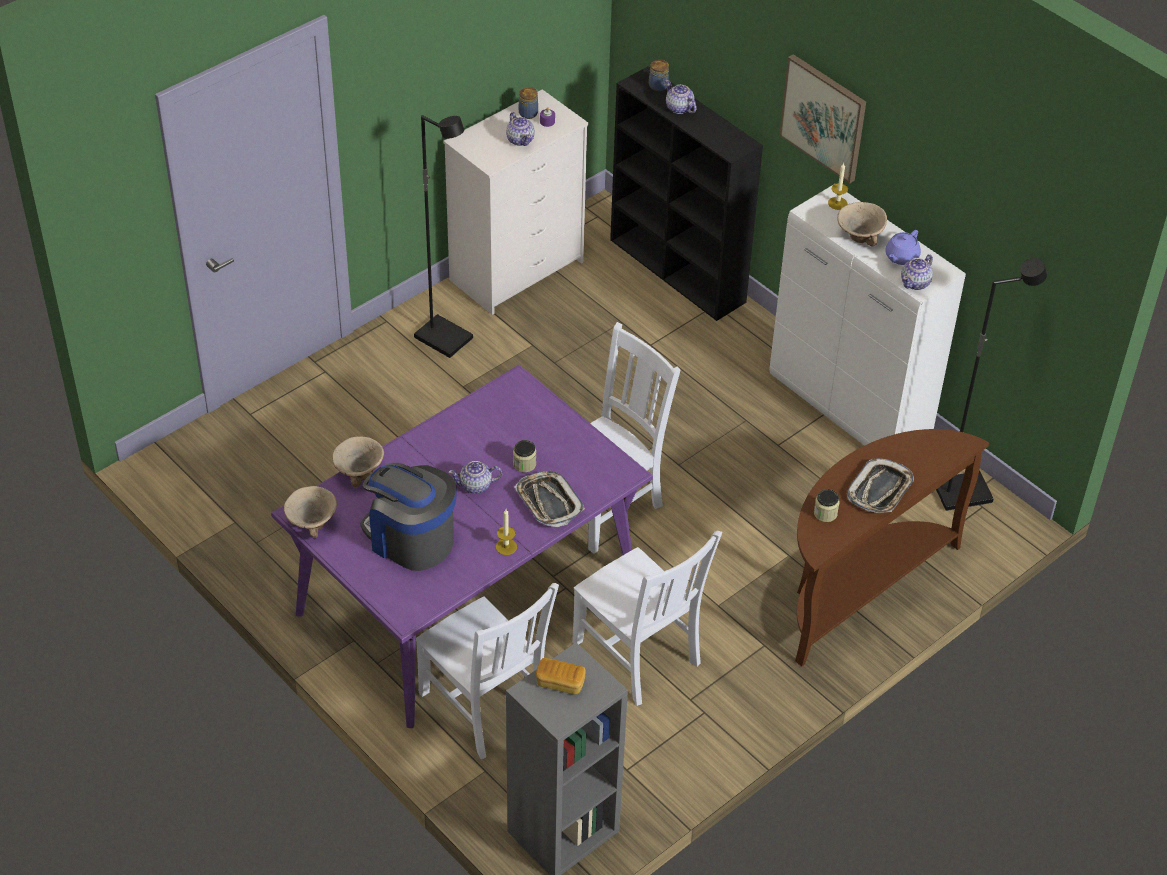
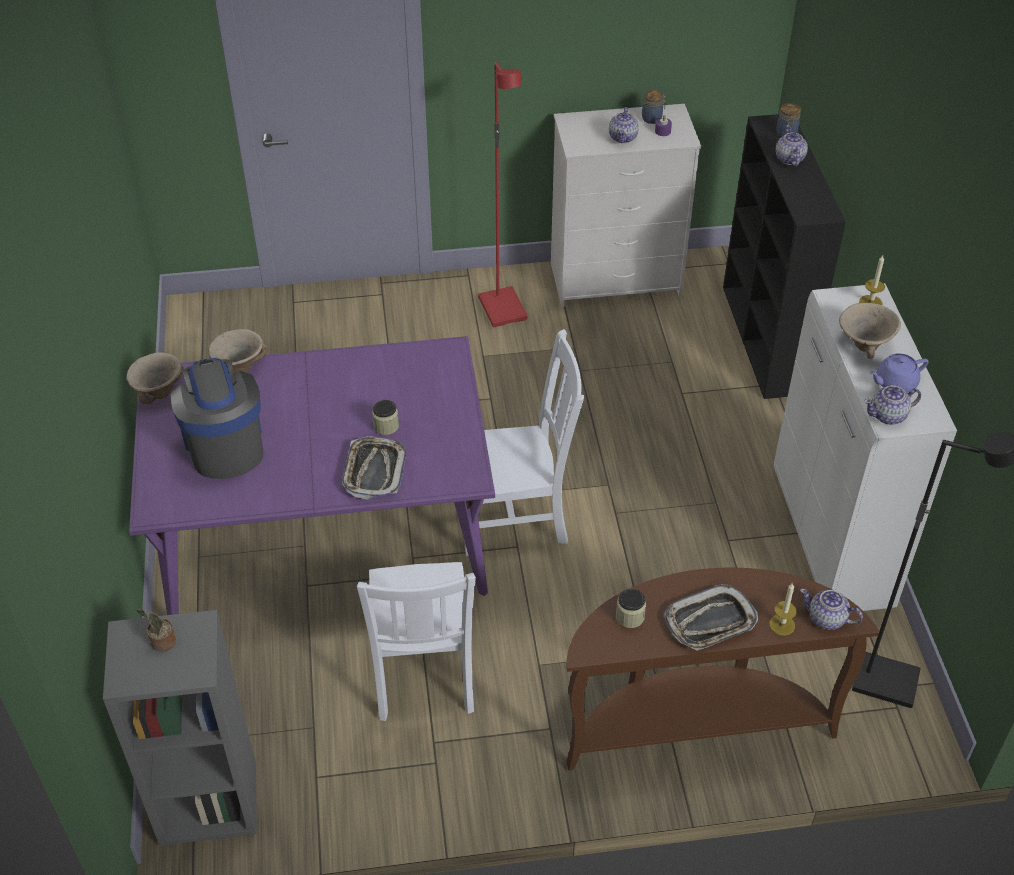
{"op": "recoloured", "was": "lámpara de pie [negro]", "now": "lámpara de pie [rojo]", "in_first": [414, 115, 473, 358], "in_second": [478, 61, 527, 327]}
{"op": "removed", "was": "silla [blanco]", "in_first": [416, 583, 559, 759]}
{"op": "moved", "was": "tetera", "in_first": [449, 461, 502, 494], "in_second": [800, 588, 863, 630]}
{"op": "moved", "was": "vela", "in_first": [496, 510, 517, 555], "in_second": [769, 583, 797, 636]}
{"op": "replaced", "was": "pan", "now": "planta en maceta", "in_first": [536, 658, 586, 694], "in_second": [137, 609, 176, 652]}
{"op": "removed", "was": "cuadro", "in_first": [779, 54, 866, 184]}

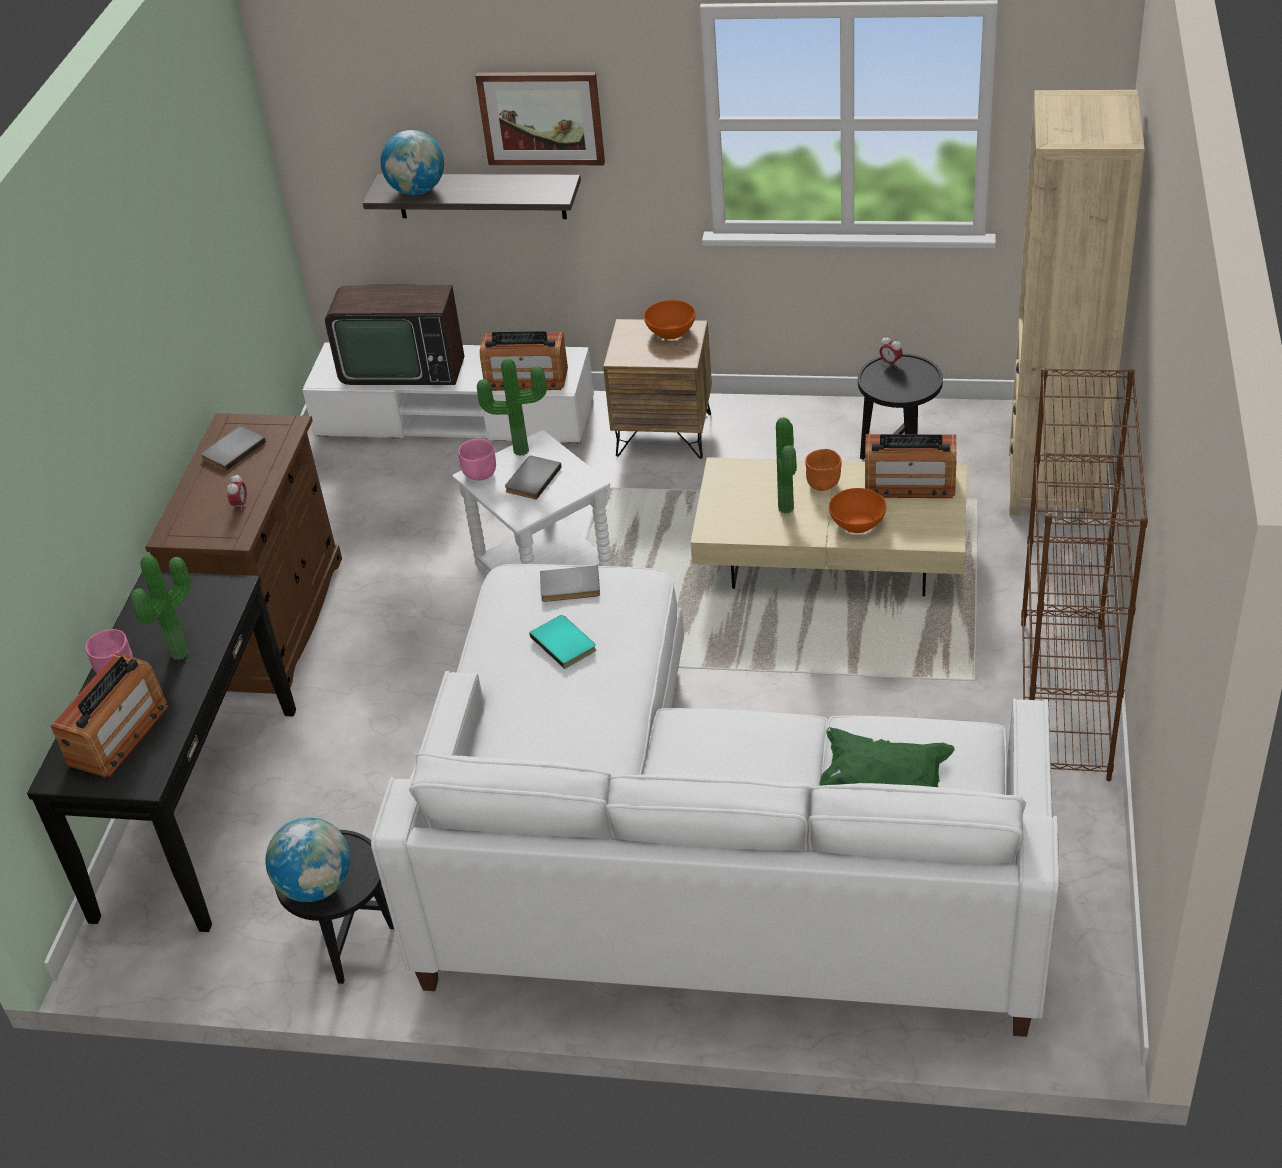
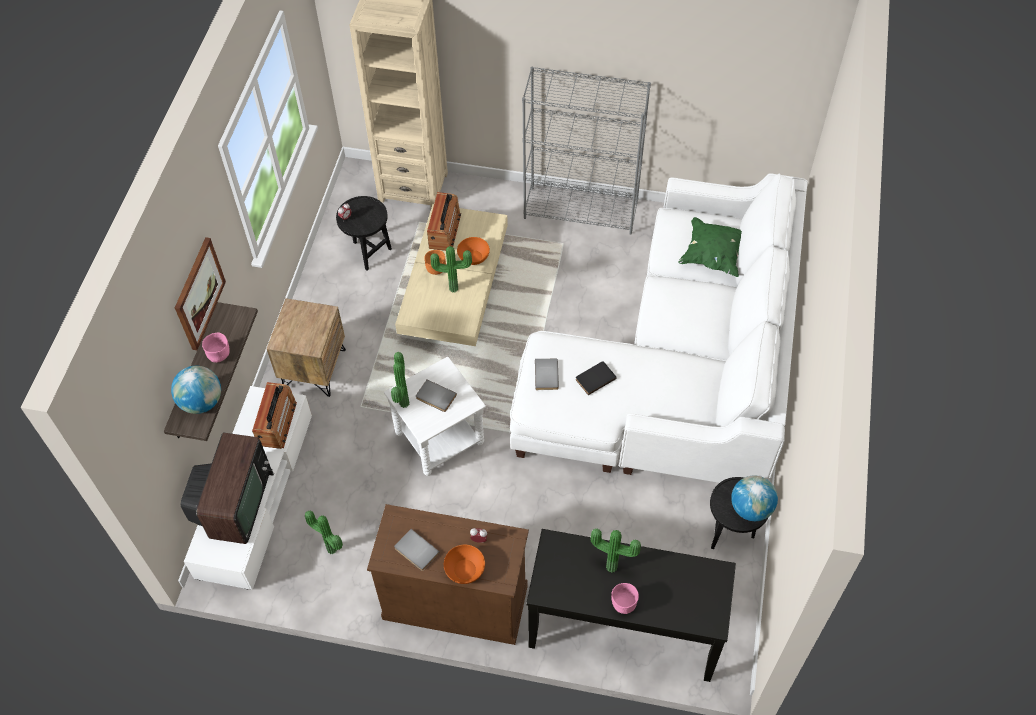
{"op": "removed", "was": "radio", "in_first": [51, 653, 169, 777]}
{"op": "moved", "was": "cuenco [rosa]", "in_first": [458, 439, 496, 481], "in_second": [202, 333, 230, 363]}
{"op": "recoloured", "was": "libro [turquesa]", "now": "libro [negro]", "in_first": [529, 615, 596, 669], "in_second": [576, 361, 617, 395]}
{"op": "moved", "was": "cuenco [naranja]", "in_first": [644, 300, 696, 339], "in_second": [444, 545, 485, 584]}
{"op": "recoloured", "was": "estantería [marrón]", "now": "estantería [gris]", "in_first": [1021, 368, 1148, 781], "in_second": [522, 67, 651, 235]}
{"op": "added", "now": "planta en maceta", "in_second": [305, 510, 343, 554]}

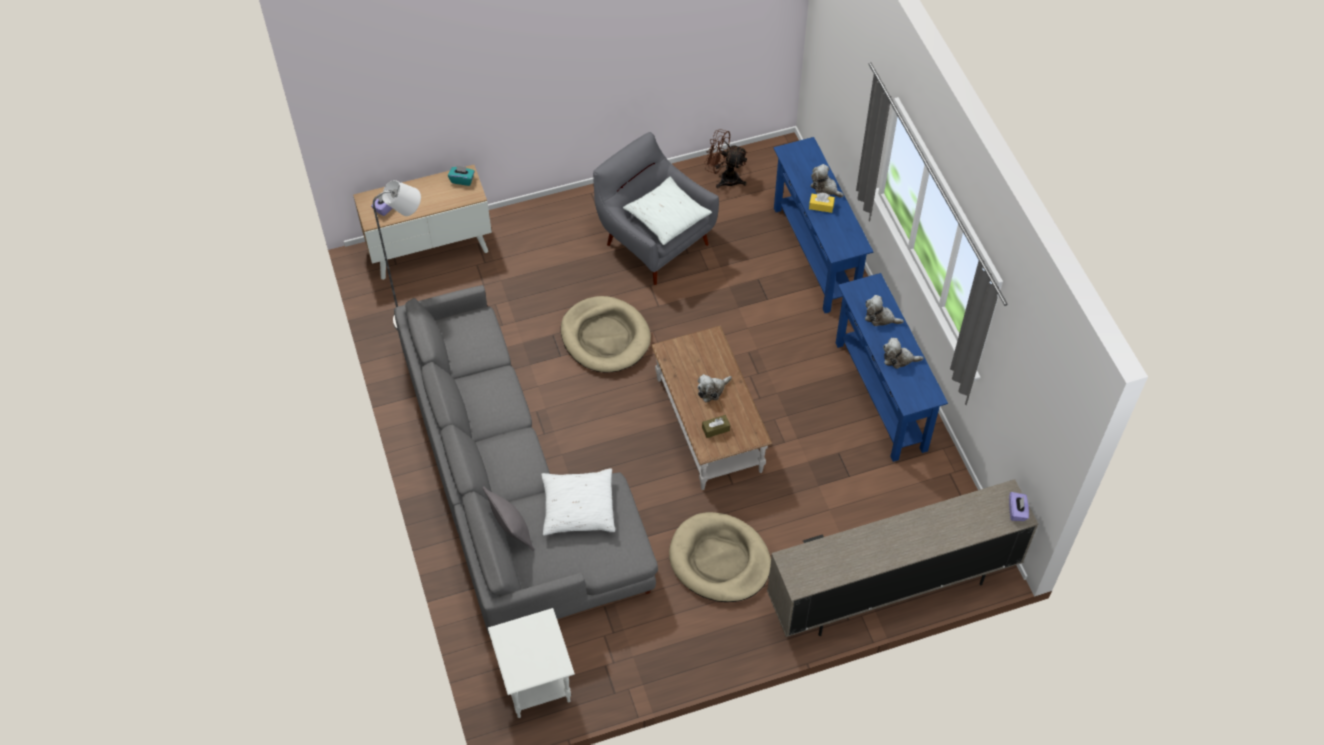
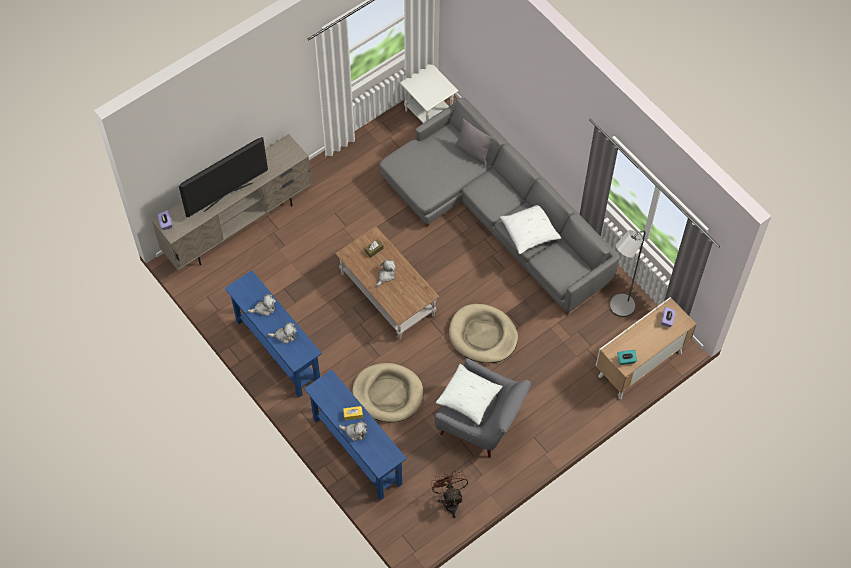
{"op": "moved", "was": "cojín [blanco]", "in_first": [541, 468, 615, 536], "in_second": [500, 205, 561, 254]}
{"op": "moved", "was": "cama para perro [beis]", "in_first": [669, 512, 771, 602], "in_second": [352, 363, 423, 422]}
{"op": "turned", "was": "ventilador [marrón]", "in_first": [704, 129, 748, 188], "in_second": [431, 471, 468, 518], "clockwise": -105}
{"op": "added", "now": "televisor", "in_second": [179, 137, 268, 218]}

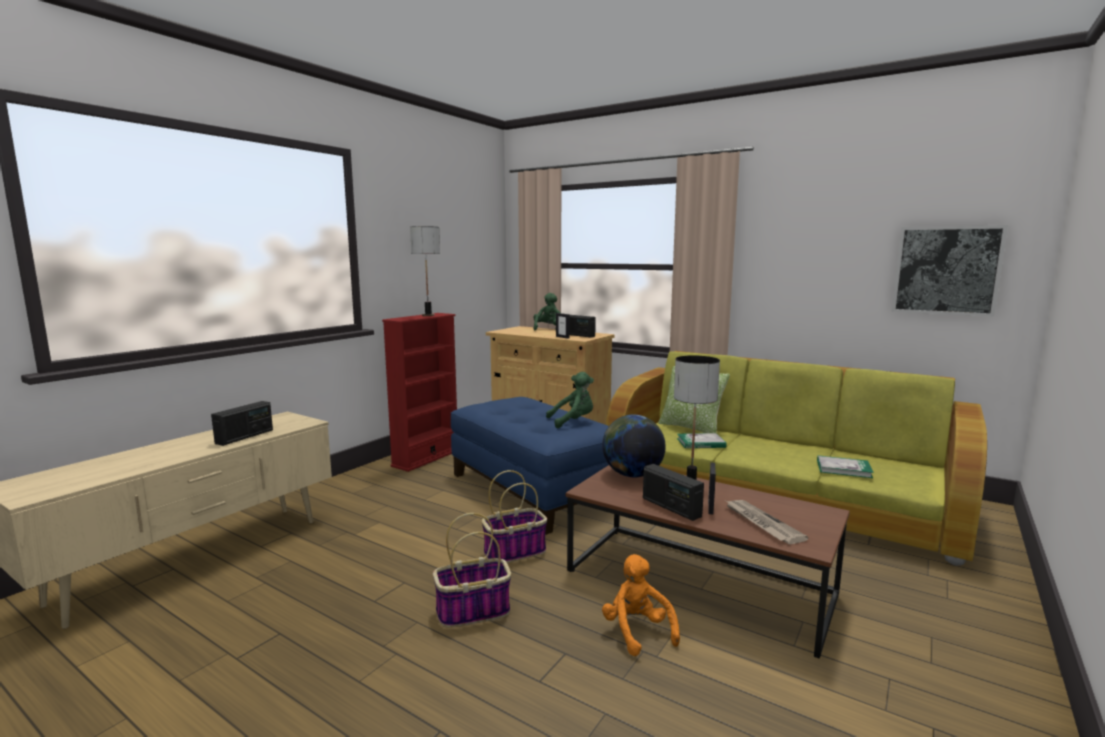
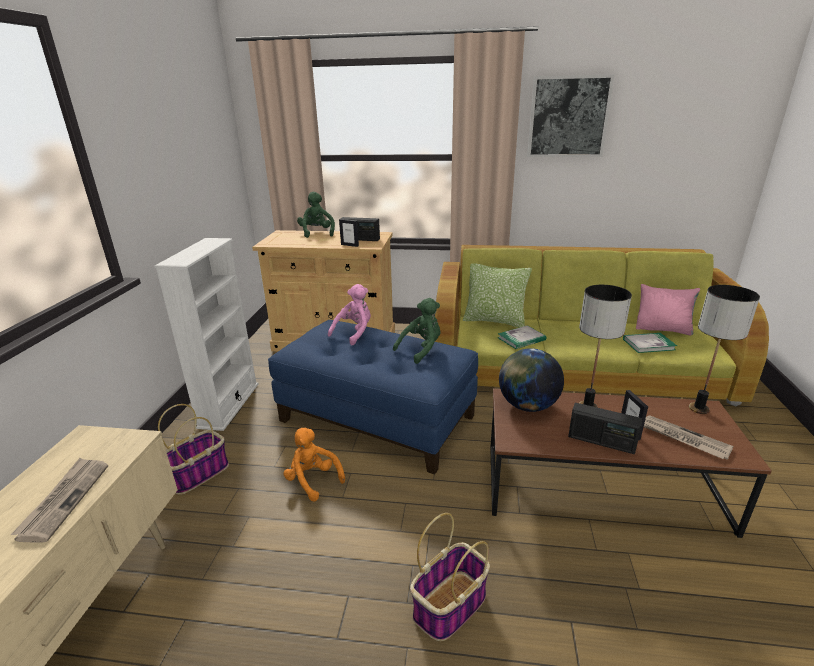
{"op": "replaced", "was": "radio", "now": "periódico", "in_first": [211, 401, 273, 446], "in_second": [10, 458, 108, 542]}
{"op": "recoloured", "was": "estantería [rojo]", "now": "estantería [blanco]", "in_first": [382, 313, 457, 472], "in_second": [154, 238, 259, 431]}
{"op": "moved", "was": "lámpara de mesa", "in_first": [410, 226, 440, 316], "in_second": [689, 285, 760, 414]}
{"op": "moved", "was": "cesta", "in_first": [482, 470, 547, 563], "in_second": [158, 404, 229, 495]}
{"op": "moved", "was": "peluche [naranja]", "in_first": [602, 554, 680, 656], "in_second": [283, 428, 345, 502]}
{"op": "moved", "was": "cuadro", "in_first": [892, 225, 1008, 317], "in_second": [527, 74, 615, 157]}
{"op": "added", "now": "peluche [rosa]", "in_second": [328, 284, 371, 345]}
{"op": "added", "now": "cojín [rosa]", "in_second": [636, 284, 700, 336]}

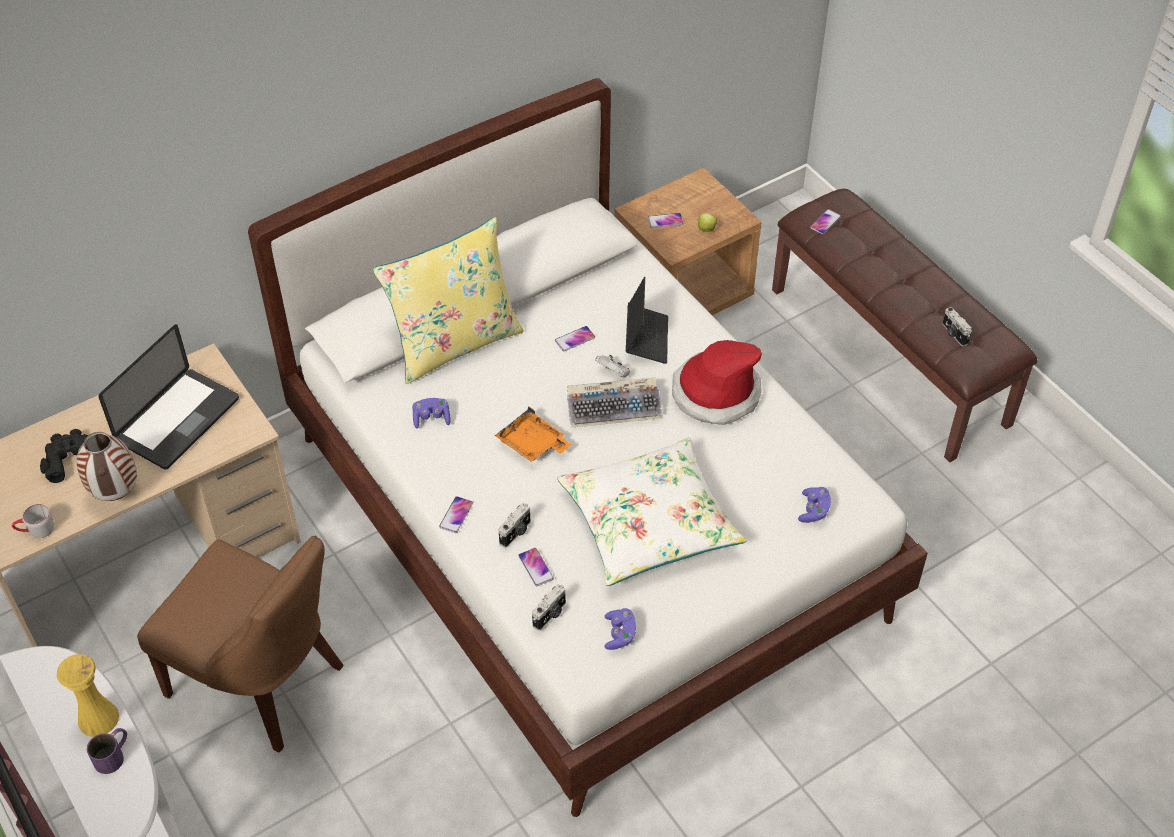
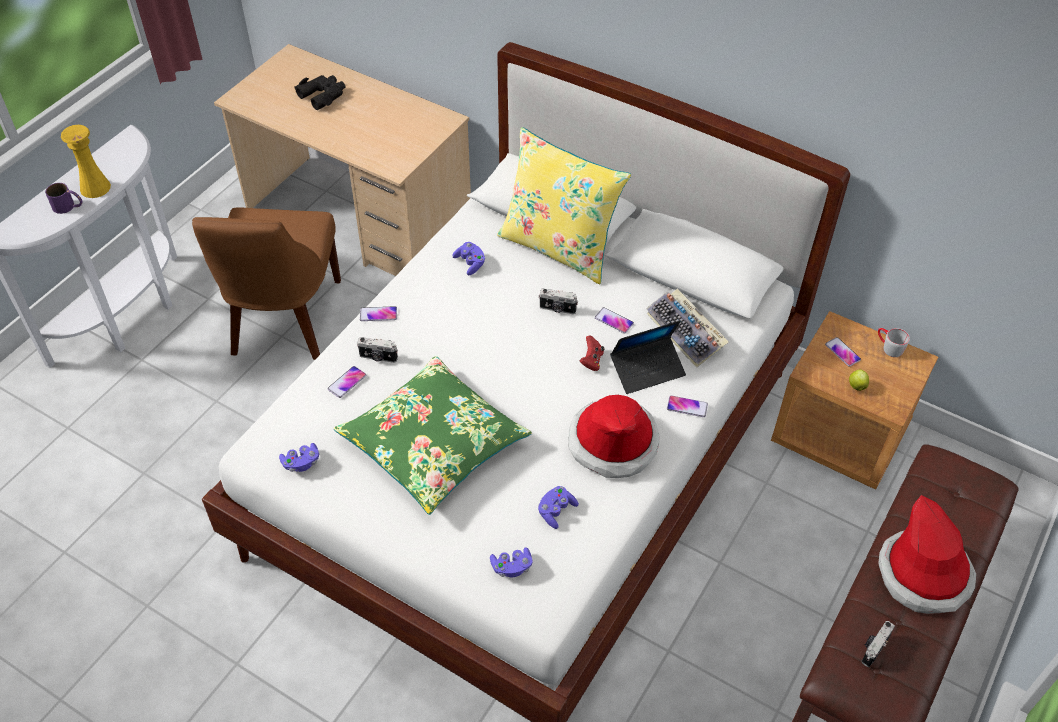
{"op": "moved", "was": "taza grande [gris]", "in_first": [12, 504, 54, 538], "in_second": [878, 328, 910, 357]}
{"op": "removed", "was": "florero", "in_first": [77, 432, 137, 501]}
{"op": "removed", "was": "portátil", "in_first": [98, 324, 239, 469]}
{"op": "removed", "was": "bandeja [naranja]", "in_first": [495, 406, 572, 462]}
{"op": "moved", "was": "cámara", "in_first": [532, 584, 566, 631], "in_second": [539, 289, 578, 314]}
{"op": "recoloured", "was": "cojín [blanco]", "now": "cojín [verde]", "in_first": [557, 437, 747, 586], "in_second": [334, 356, 532, 515]}
{"op": "moved", "was": "teclado", "in_first": [567, 378, 662, 427], "in_second": [646, 288, 729, 368]}
{"op": "recoloured", "was": "mando de consola [blanco]", "now": "mando de consola [rojo]", "in_first": [595, 355, 630, 377], "in_second": [580, 335, 605, 371]}
{"op": "moved", "was": "móvil", "in_first": [810, 209, 841, 234], "in_second": [667, 395, 708, 417]}
{"op": "added", "now": "mando de consola [morado]", "in_second": [538, 486, 579, 529]}
{"op": "added", "now": "sombrero", "in_second": [879, 495, 976, 614]}

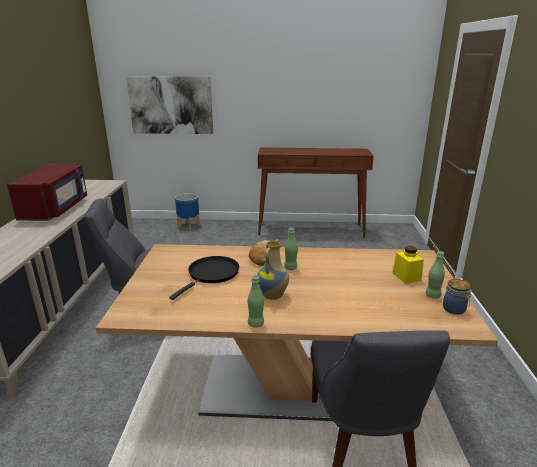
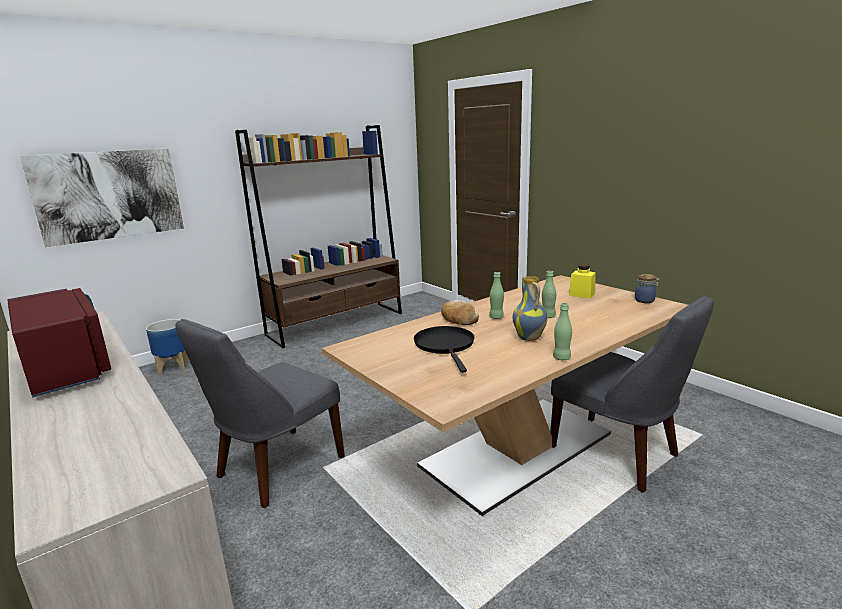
{"op": "replaced", "was": "mesa consola [marrón]", "now": "estantería [marrón]", "in_first": [258, 148, 374, 238], "in_second": [235, 125, 402, 348]}
{"op": "moved", "was": "botella [verde]", "in_first": [426, 251, 445, 299], "in_second": [542, 271, 556, 318]}

